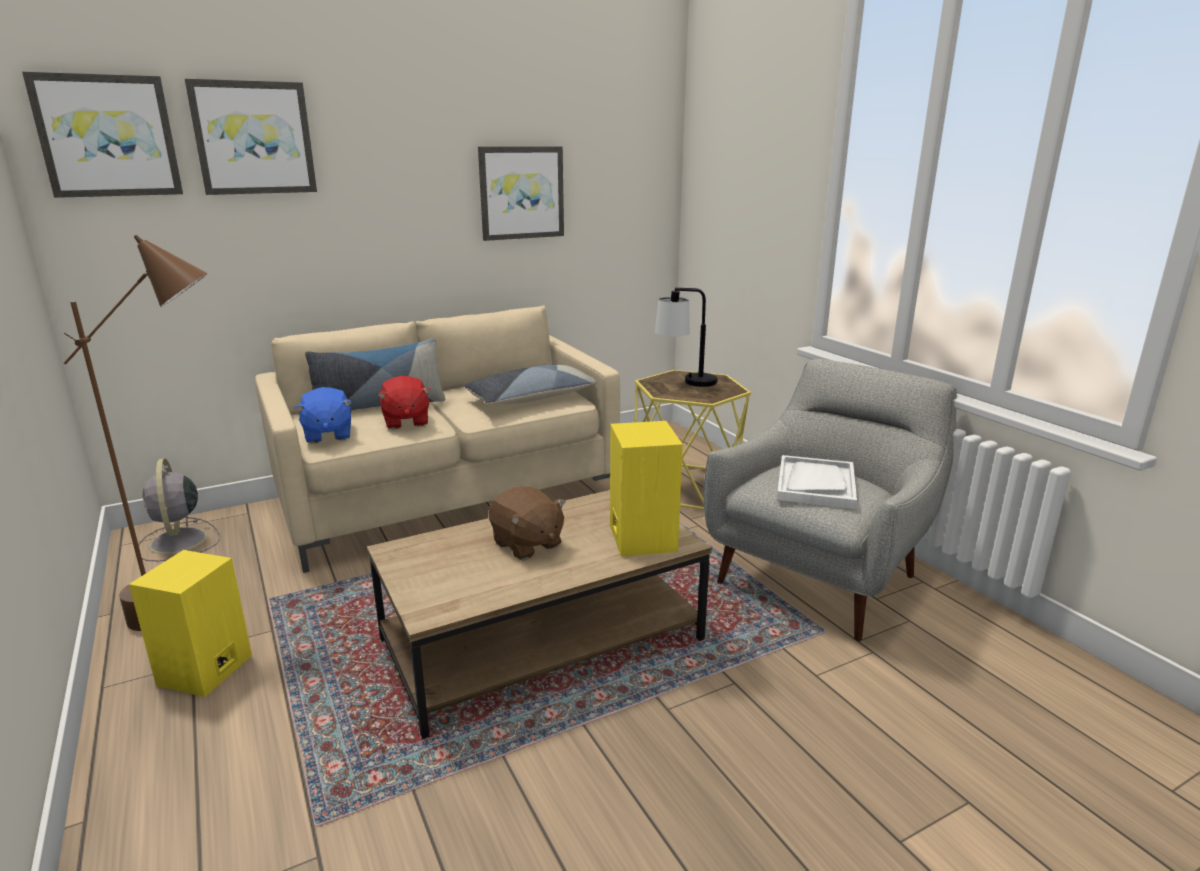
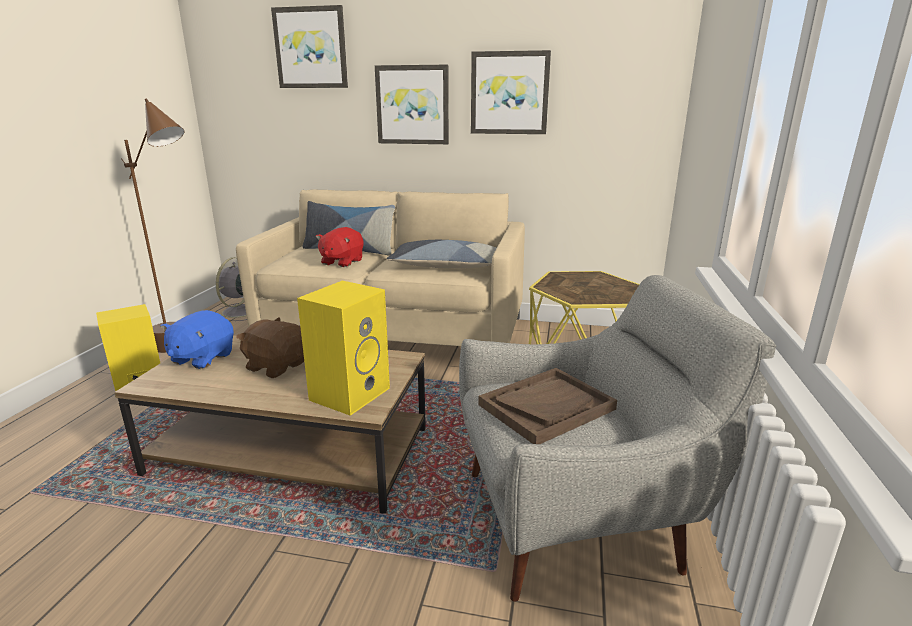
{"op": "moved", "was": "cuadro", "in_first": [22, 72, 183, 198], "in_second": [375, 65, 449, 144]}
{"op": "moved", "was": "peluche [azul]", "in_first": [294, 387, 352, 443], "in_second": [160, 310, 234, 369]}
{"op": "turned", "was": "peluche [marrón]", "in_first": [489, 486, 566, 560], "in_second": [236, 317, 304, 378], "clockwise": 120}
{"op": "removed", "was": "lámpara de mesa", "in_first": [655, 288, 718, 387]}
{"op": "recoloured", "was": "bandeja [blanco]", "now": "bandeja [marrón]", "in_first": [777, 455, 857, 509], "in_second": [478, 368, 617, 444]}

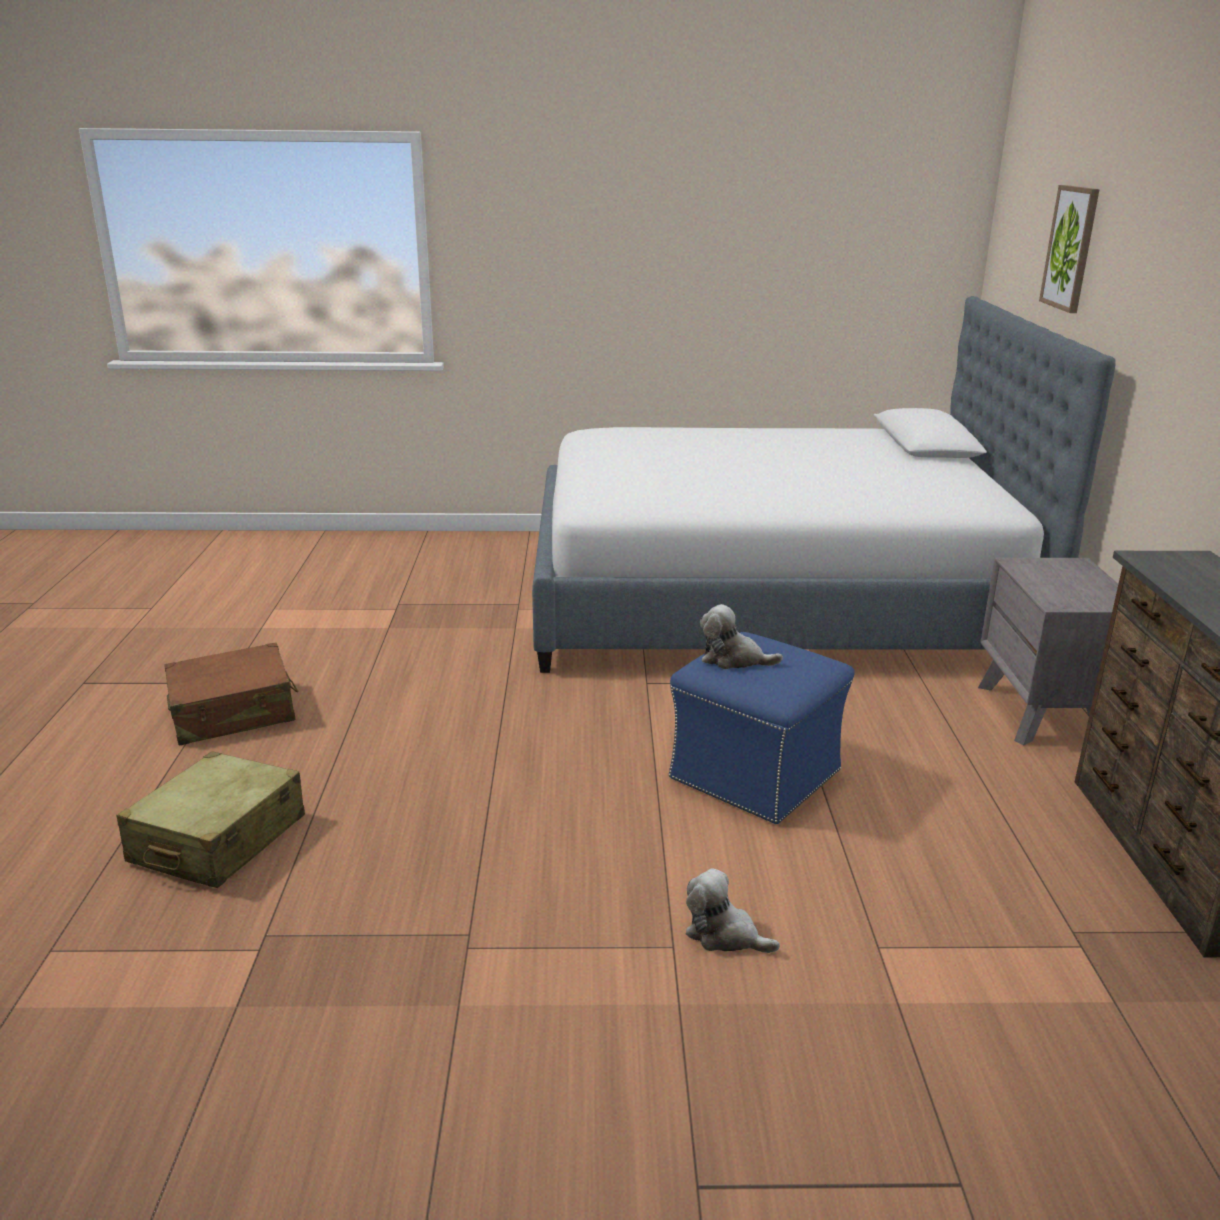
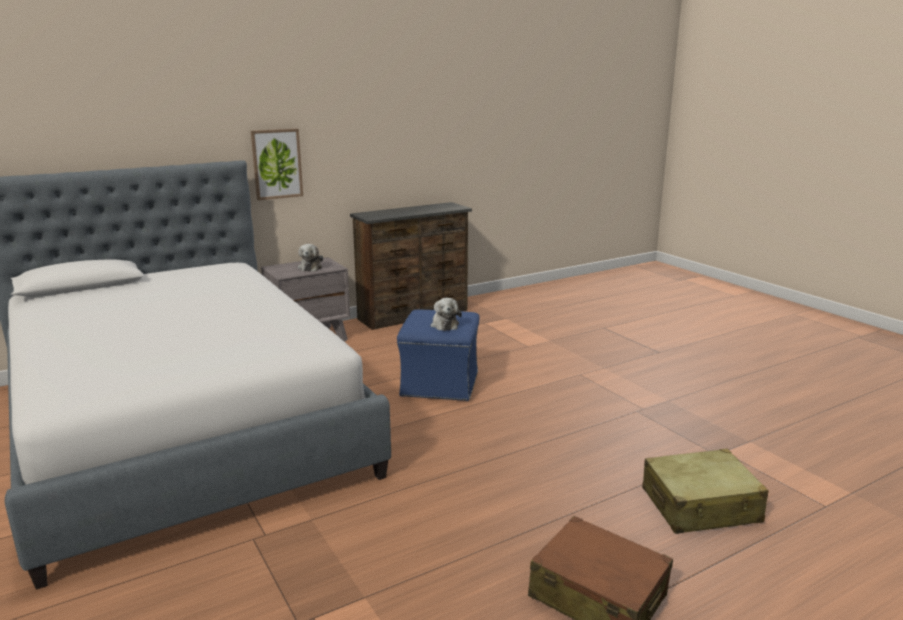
{"op": "moved", "was": "peluche", "in_first": [686, 868, 780, 953], "in_second": [298, 244, 323, 271]}
{"op": "moved", "was": "cuadro", "in_first": [1039, 185, 1100, 313], "in_second": [251, 129, 303, 200]}

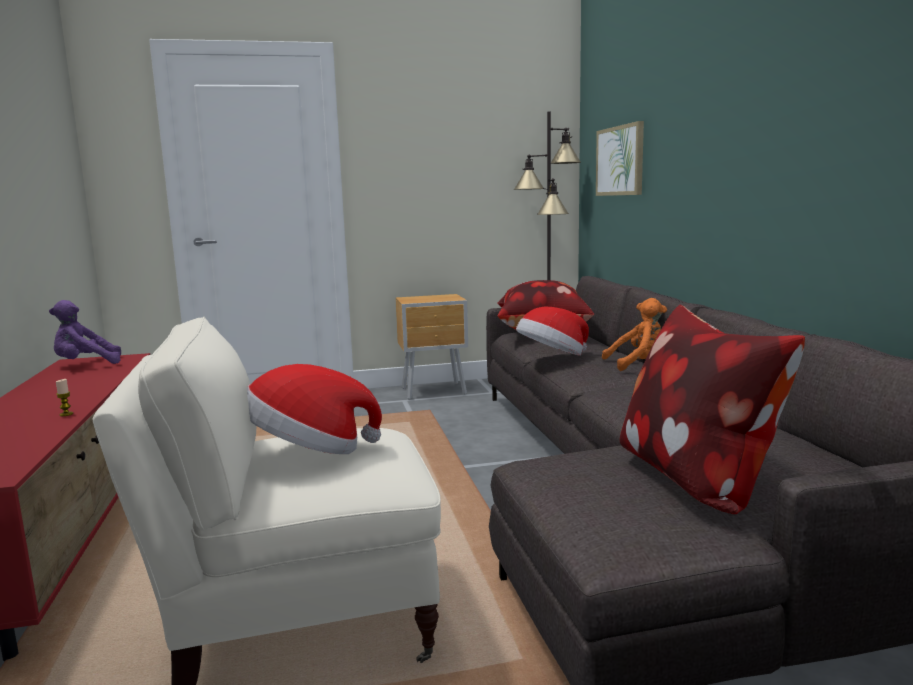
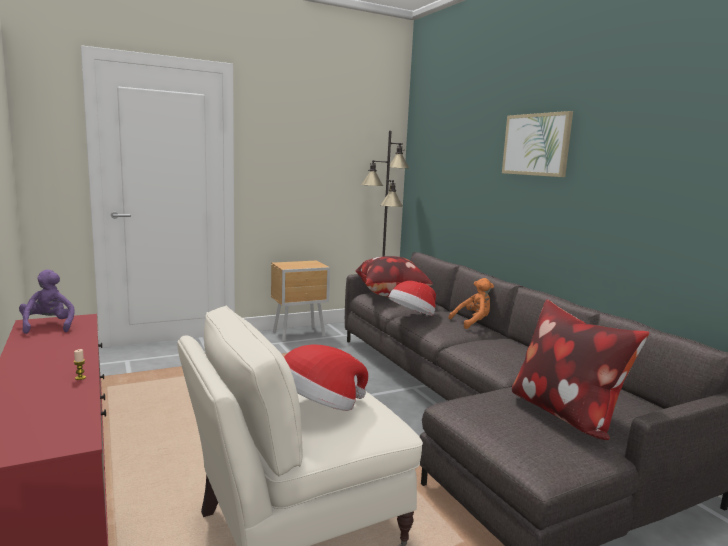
{"op": "turned", "was": "peluche [morado]", "in_first": [49, 300, 121, 364], "in_second": [19, 269, 74, 334], "clockwise": 105}
{"op": "moved", "was": "cuadro", "in_first": [596, 121, 644, 196], "in_second": [502, 111, 573, 177]}

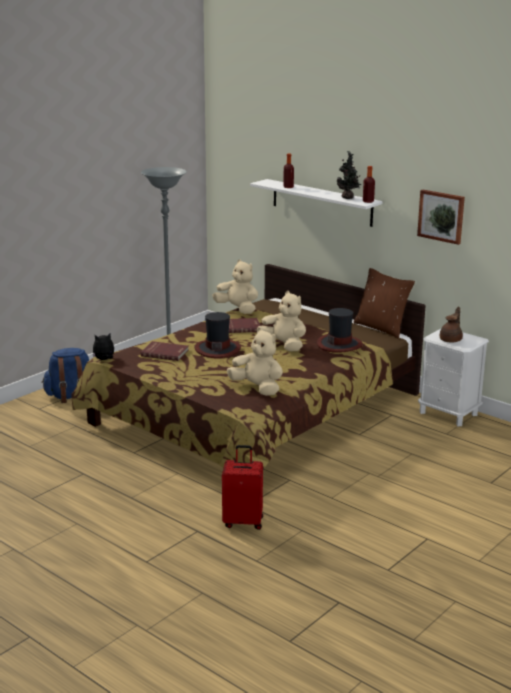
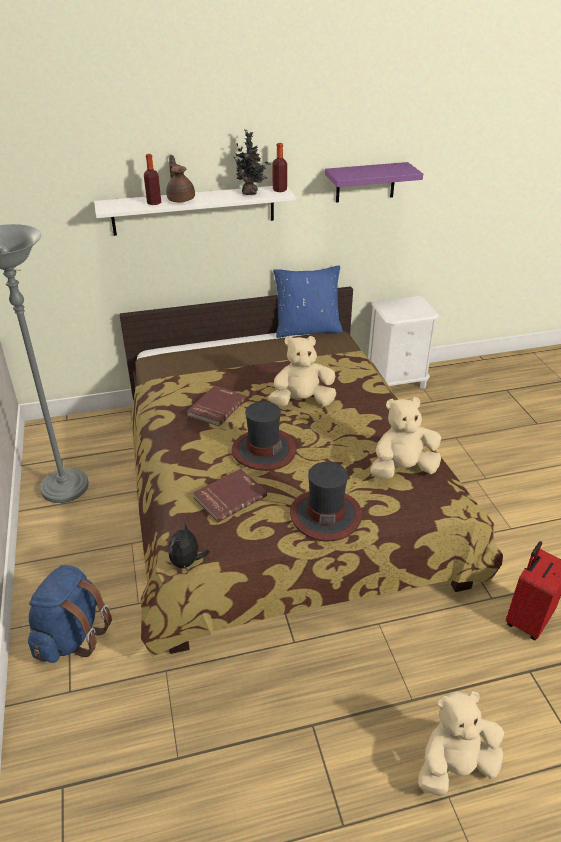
{"op": "moved", "was": "peluche [beis]", "in_first": [212, 259, 258, 314], "in_second": [418, 691, 504, 796]}
{"op": "moved", "was": "sombrero", "in_first": [317, 308, 363, 353], "in_second": [290, 462, 362, 542]}
{"op": "recoloured", "was": "cojín [marrón]", "now": "cojín [azul]", "in_first": [354, 268, 415, 338], "in_second": [273, 265, 343, 338]}
{"op": "replaced", "was": "cuadro", "now": "estante [morado]", "in_first": [417, 190, 465, 245], "in_second": [325, 162, 423, 203]}
{"op": "moved", "was": "tetera [marrón]", "in_first": [440, 307, 463, 342], "in_second": [166, 155, 195, 202]}

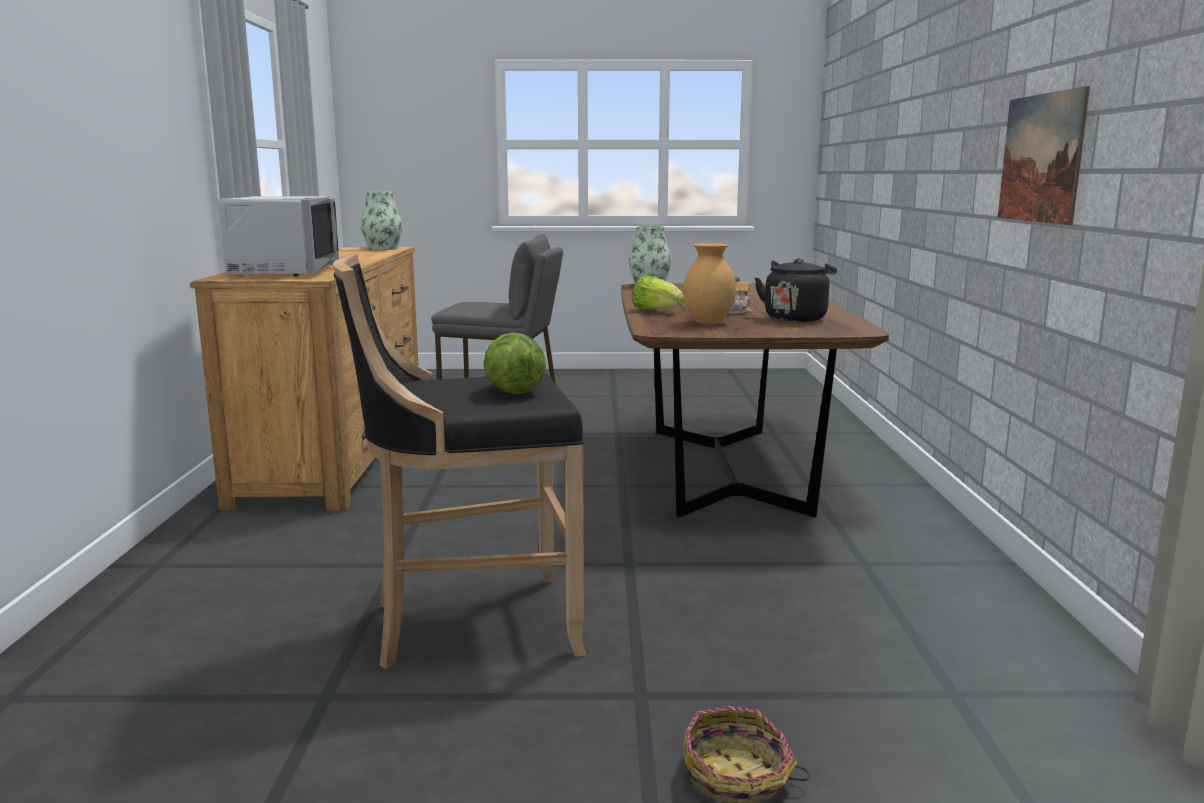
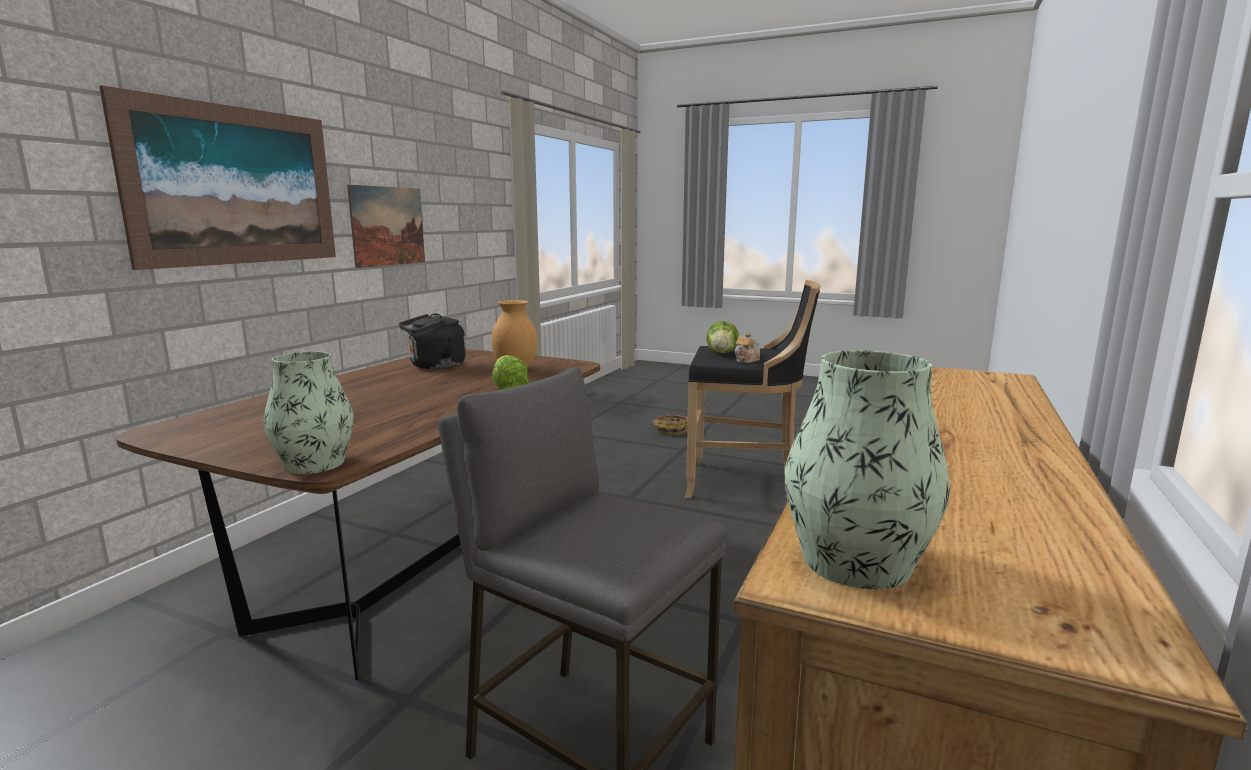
{"op": "removed", "was": "microondas [gris]", "in_first": [218, 196, 339, 276]}
{"op": "moved", "was": "tetera", "in_first": [728, 276, 751, 315], "in_second": [735, 332, 761, 363]}
{"op": "added", "now": "cuadro", "in_second": [99, 85, 336, 270]}

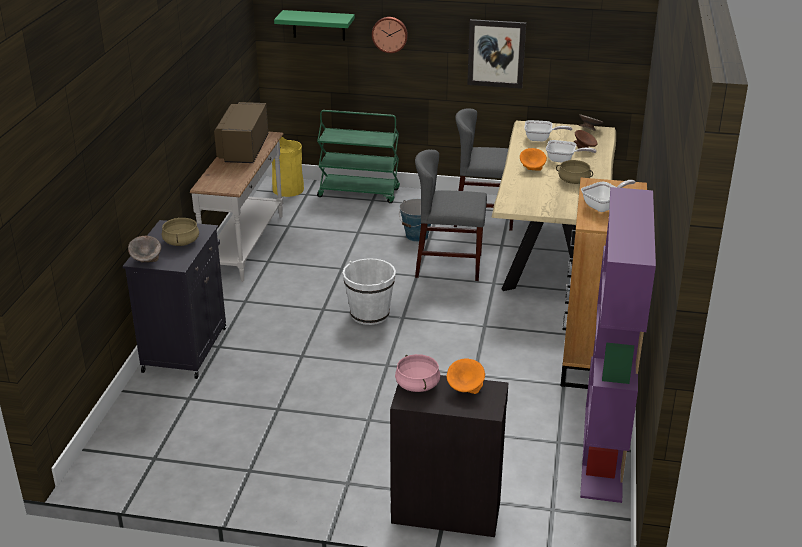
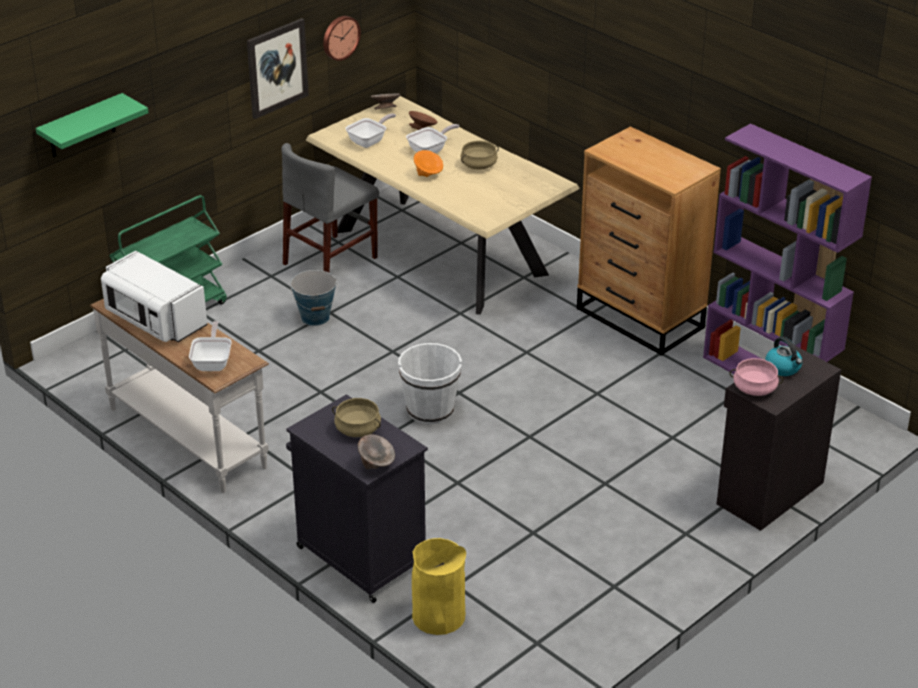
{"op": "recoloured", "was": "microondas [marrón]", "now": "microondas [blanco]", "in_first": [214, 102, 268, 163], "in_second": [101, 251, 208, 342]}
{"op": "moved", "was": "papelera [amarillo]", "in_first": [272, 137, 304, 197], "in_second": [412, 538, 466, 635]}
{"op": "moved", "was": "reloj de pared", "in_first": [372, 17, 408, 53], "in_second": [323, 16, 361, 61]}
{"op": "removed", "was": "silla [gris]", "in_first": [415, 150, 487, 281]}
{"op": "replaced", "was": "cuenco [naranja]", "now": "hervidor", "in_first": [446, 358, 485, 394], "in_second": [765, 337, 803, 376]}
{"op": "moved", "was": "sartén", "in_first": [581, 180, 636, 212], "in_second": [189, 321, 232, 371]}

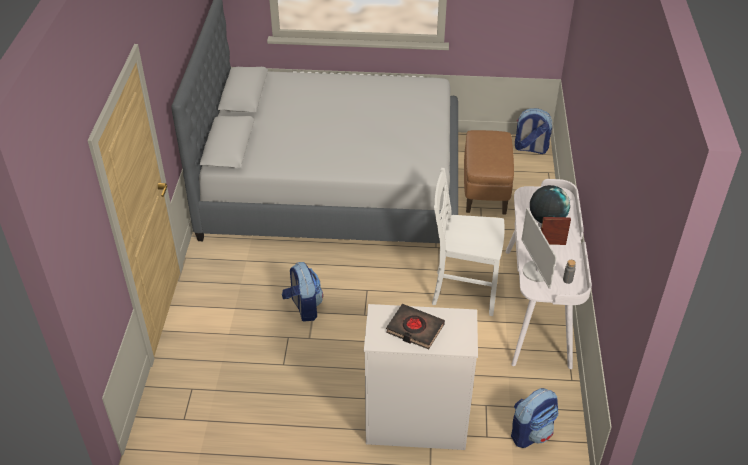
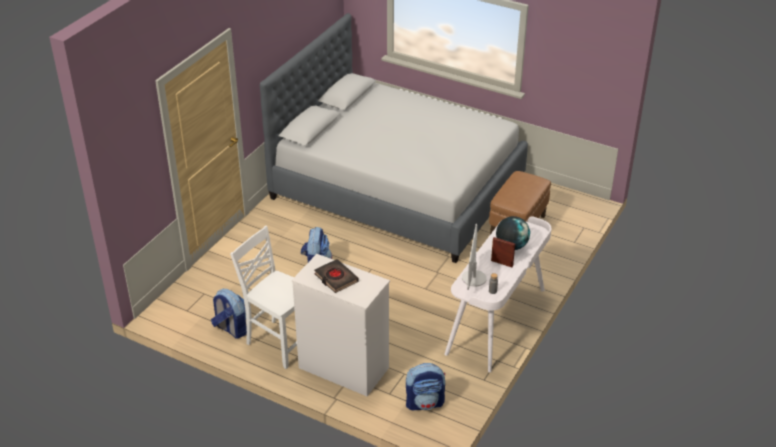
{"op": "moved", "was": "silla [blanco]", "in_first": [432, 168, 505, 316], "in_second": [230, 226, 297, 369]}
{"op": "moved", "was": "mochila", "in_first": [515, 108, 552, 154], "in_second": [211, 289, 247, 338]}

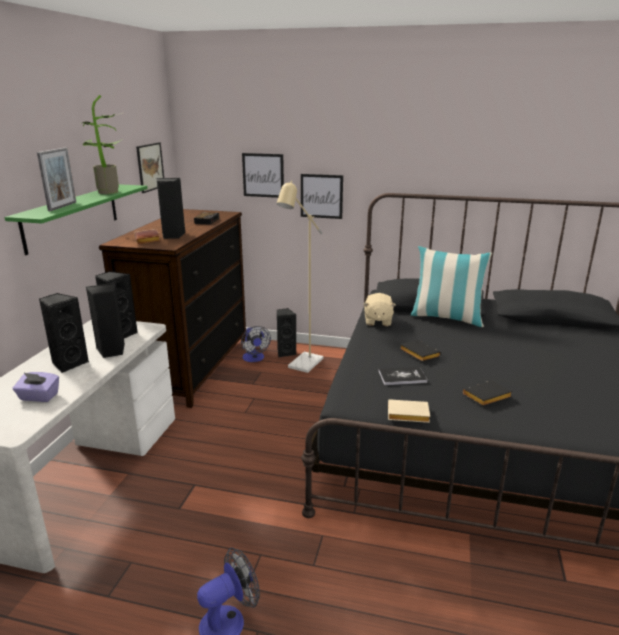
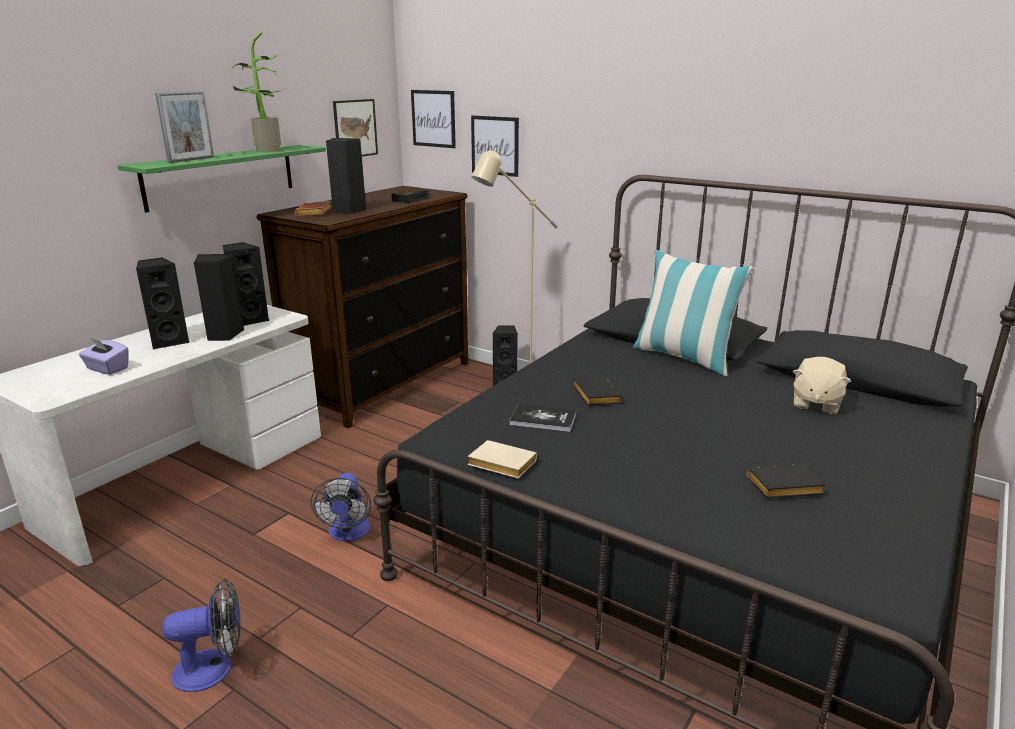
{"op": "moved", "was": "ventilador", "in_first": [241, 326, 271, 362], "in_second": [311, 473, 371, 541]}
{"op": "moved", "was": "cuadro", "in_first": [301, 174, 343, 219], "in_second": [411, 90, 456, 148]}
{"op": "moved", "was": "peluche [beis]", "in_first": [364, 293, 396, 326], "in_second": [793, 357, 851, 414]}
{"op": "moved", "was": "libro [negro]", "in_first": [463, 380, 513, 406], "in_second": [747, 464, 826, 498]}

